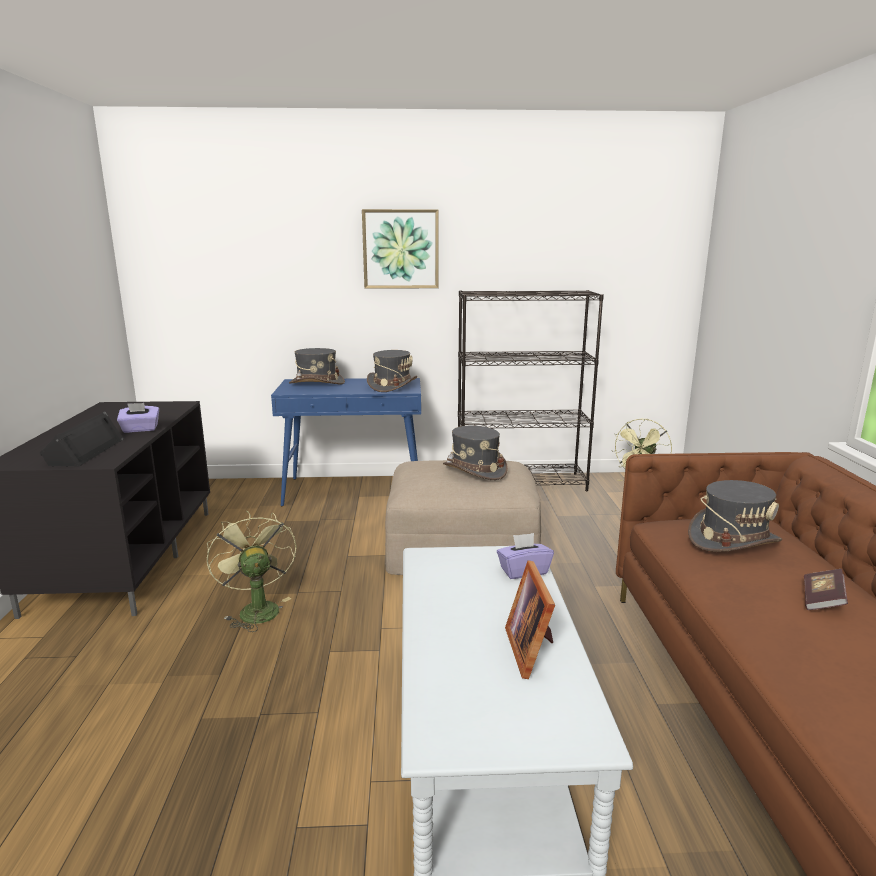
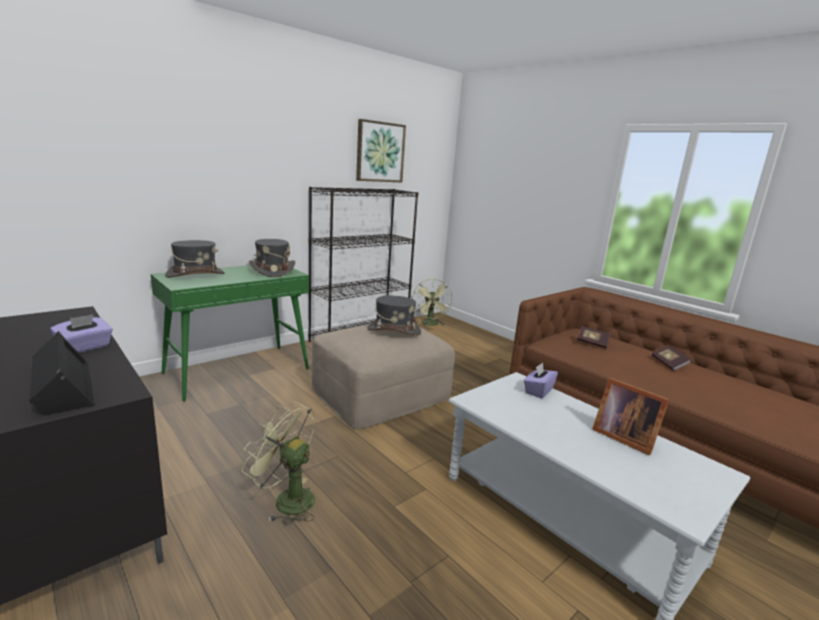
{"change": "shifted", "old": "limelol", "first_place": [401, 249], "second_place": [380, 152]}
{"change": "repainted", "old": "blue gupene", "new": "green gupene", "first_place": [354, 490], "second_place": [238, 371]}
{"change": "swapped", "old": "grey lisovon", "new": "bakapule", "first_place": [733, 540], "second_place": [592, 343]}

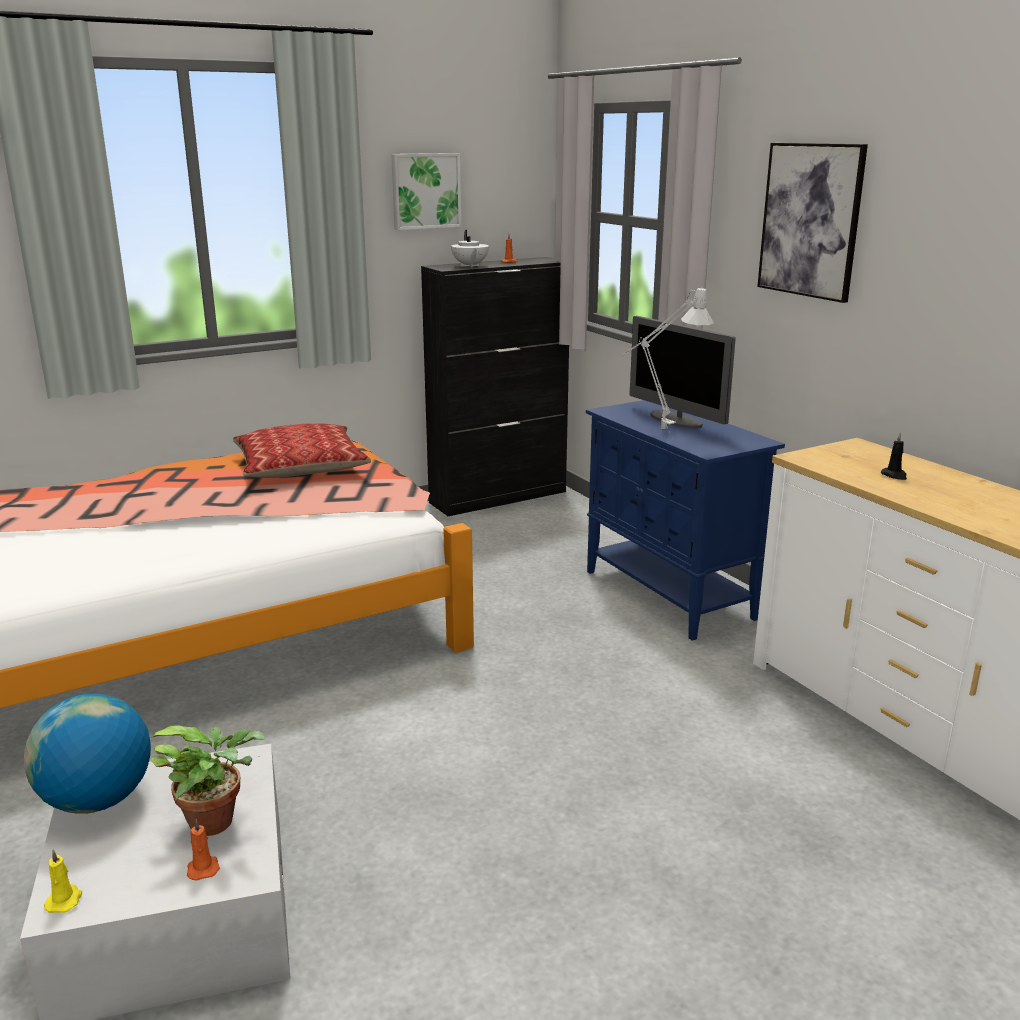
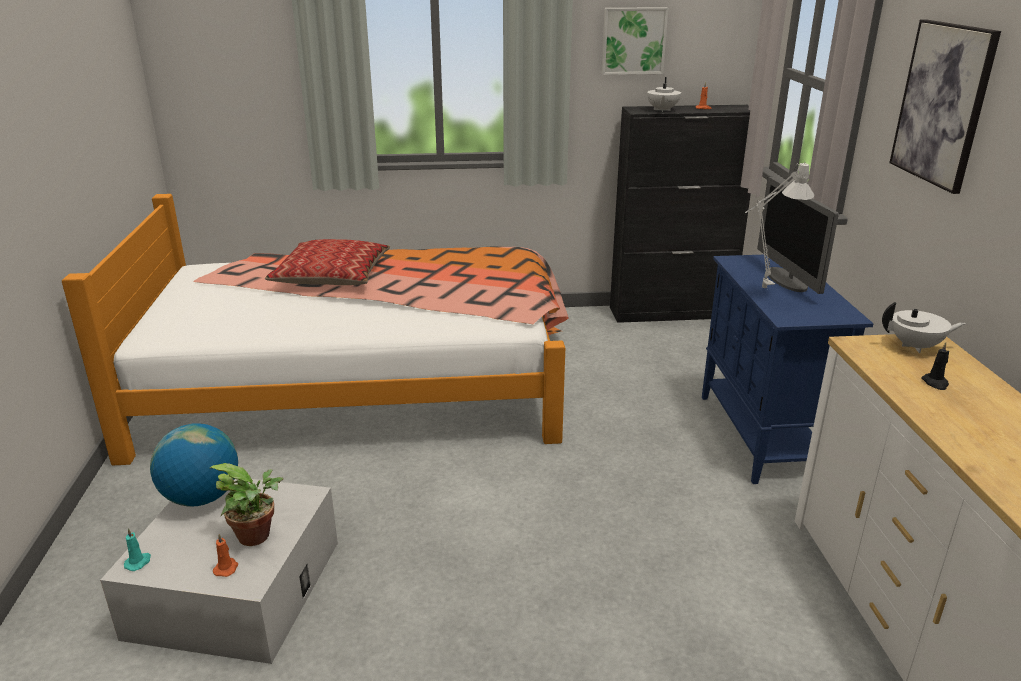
{"change": "shifted", "old": "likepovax", "first_place": [300, 467], "second_place": [332, 276]}
{"change": "repainted", "old": "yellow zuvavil", "new": "turquoise zuvavil", "first_place": [65, 900], "second_place": [138, 562]}
{"change": "new", "new": "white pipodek", "second_place": [916, 347]}

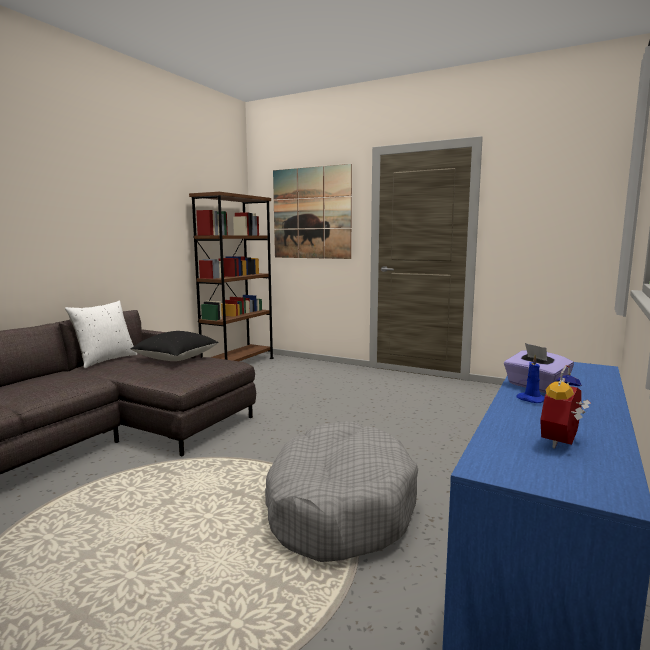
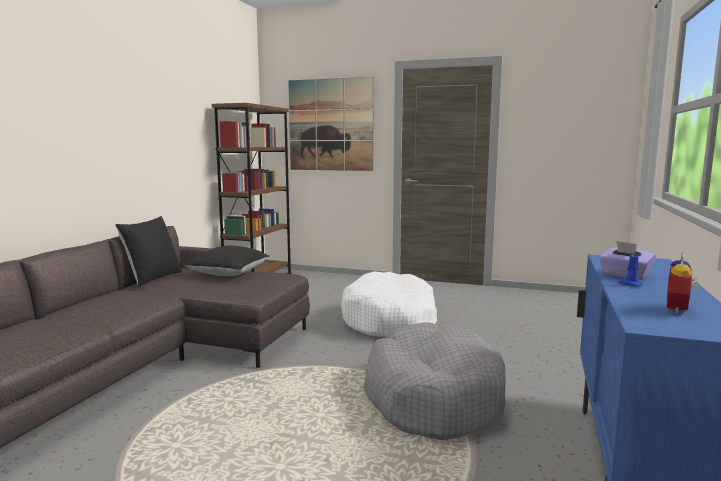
{"change": "repainted", "old": "white likepovax", "new": "black likepovax", "first_place": [105, 360], "second_place": [152, 278]}
{"change": "new", "new": "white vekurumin", "second_place": [390, 320]}

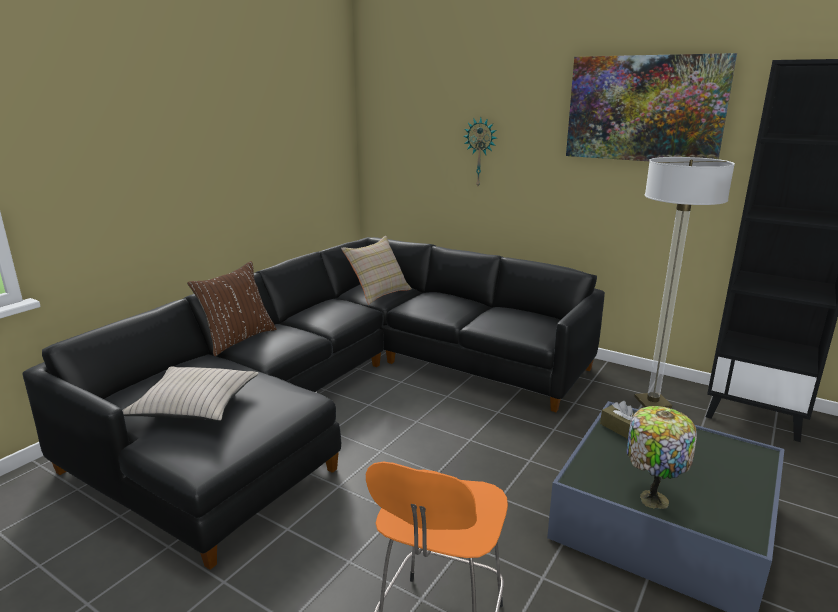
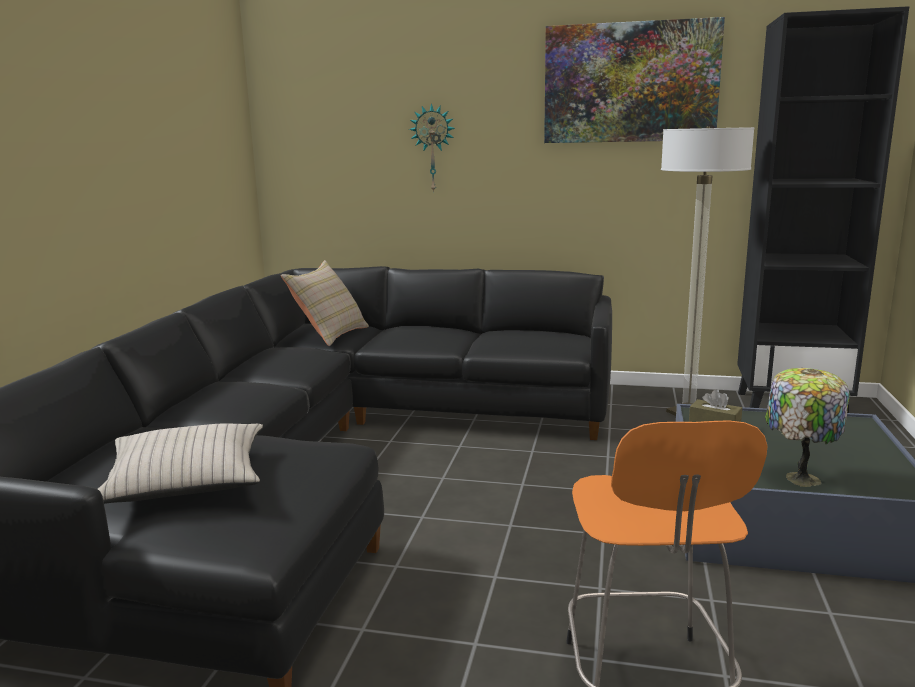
{"change": "gone", "old": "brown likepovax", "first_place": [238, 340]}

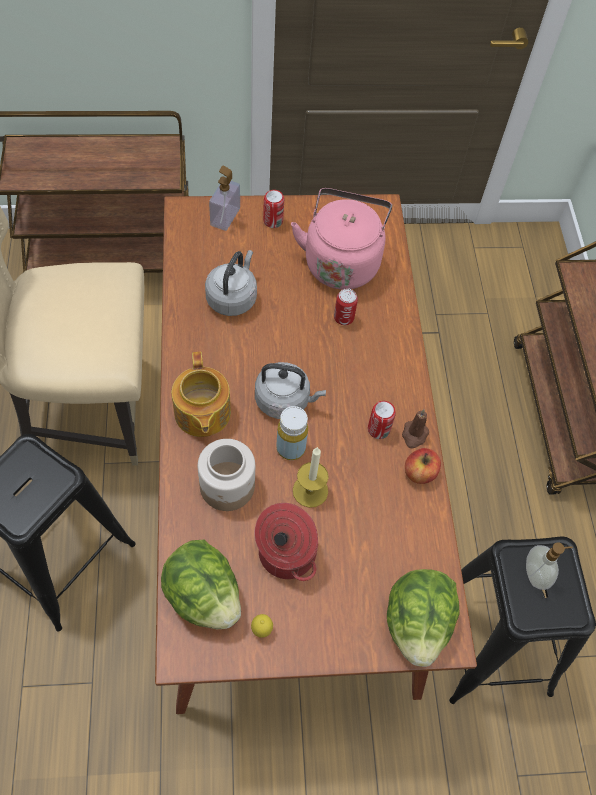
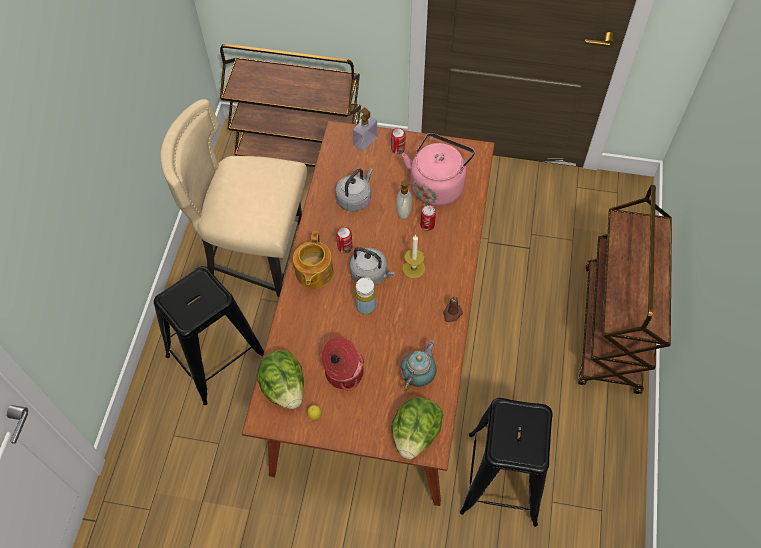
{"change": "shifted", "old": "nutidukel", "first_place": [378, 429], "second_place": [345, 247]}
{"change": "gone", "old": "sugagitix", "first_place": [227, 486]}
{"change": "shifted", "old": "zuvavil", "first_place": [310, 491], "second_place": [413, 268]}
{"change": "gone", "old": "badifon", "first_place": [420, 473]}
{"change": "shifted", "old": "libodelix", "first_place": [536, 574], "second_place": [404, 212]}
{"change": "new", "new": "pipodek", "second_place": [419, 376]}

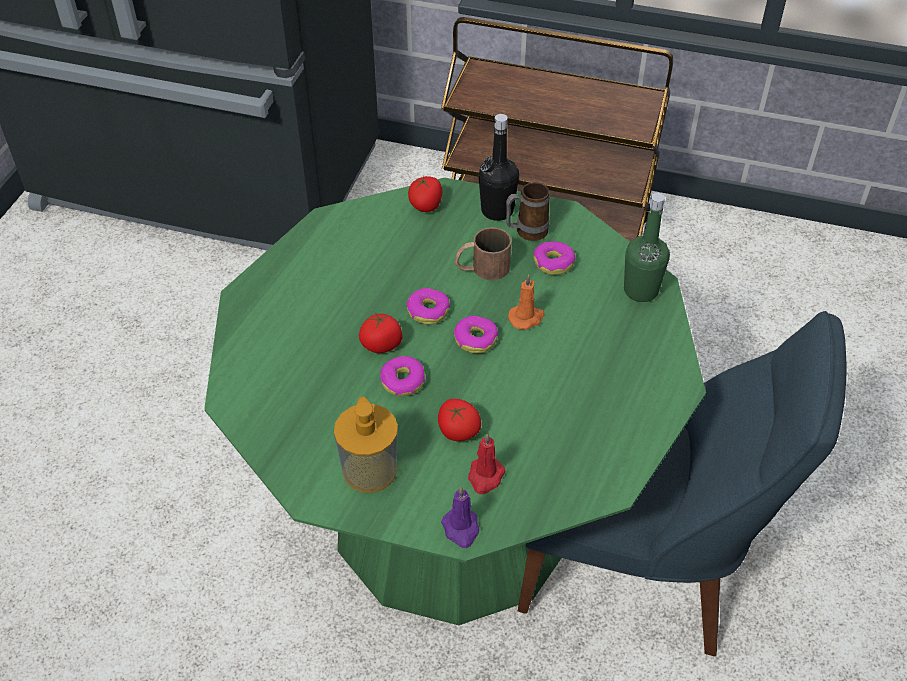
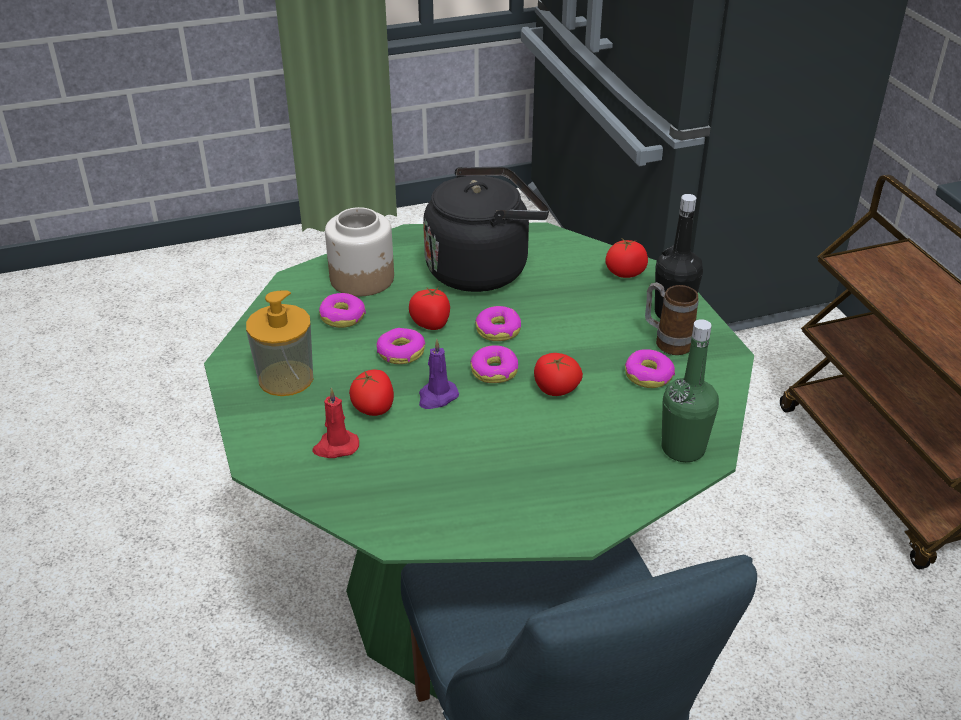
{"change": "gone", "old": "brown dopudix", "first_place": [482, 268]}
{"change": "swapped", "old": "orange zuvavil", "new": "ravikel", "first_place": [526, 318], "second_place": [555, 389]}
{"change": "shifted", "old": "purple zuvavil", "first_place": [461, 529], "second_place": [437, 397]}
{"change": "new", "new": "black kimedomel", "second_place": [482, 268]}
{"change": "new", "new": "sugagitix", "second_place": [363, 278]}
{"change": "new", "new": "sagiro", "second_place": [342, 317]}

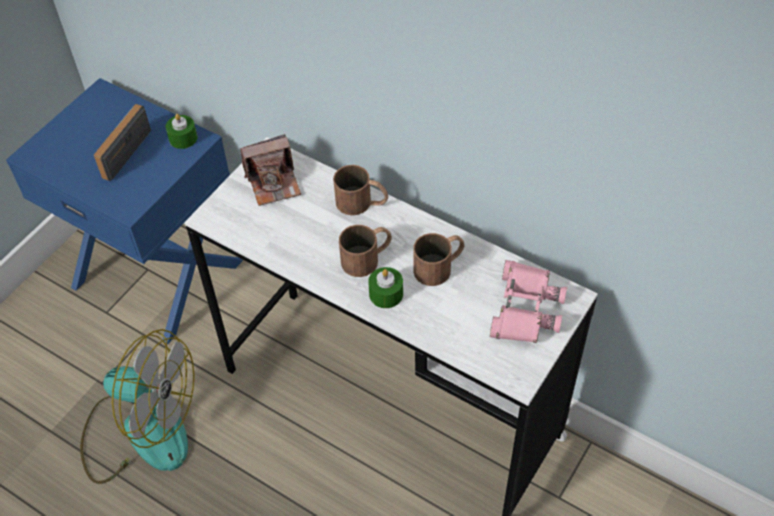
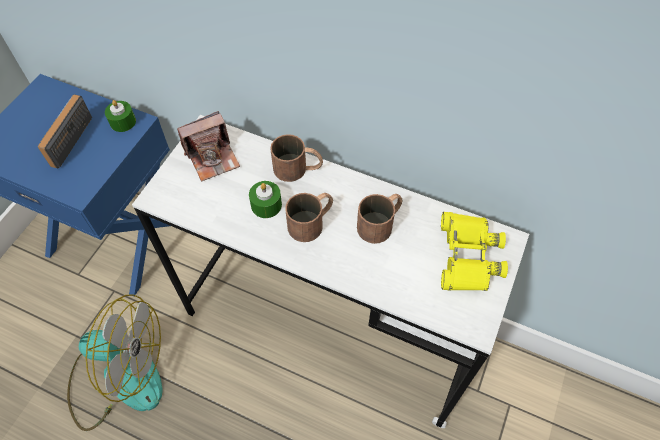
{"change": "repainted", "old": "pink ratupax", "new": "yellow ratupax", "first_place": [525, 308], "second_place": [467, 256]}
{"change": "shifted", "old": "green zuvavil", "first_place": [386, 294], "second_place": [266, 205]}

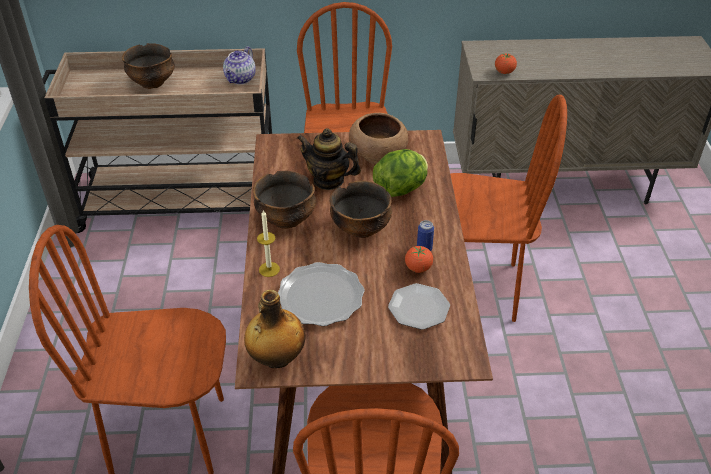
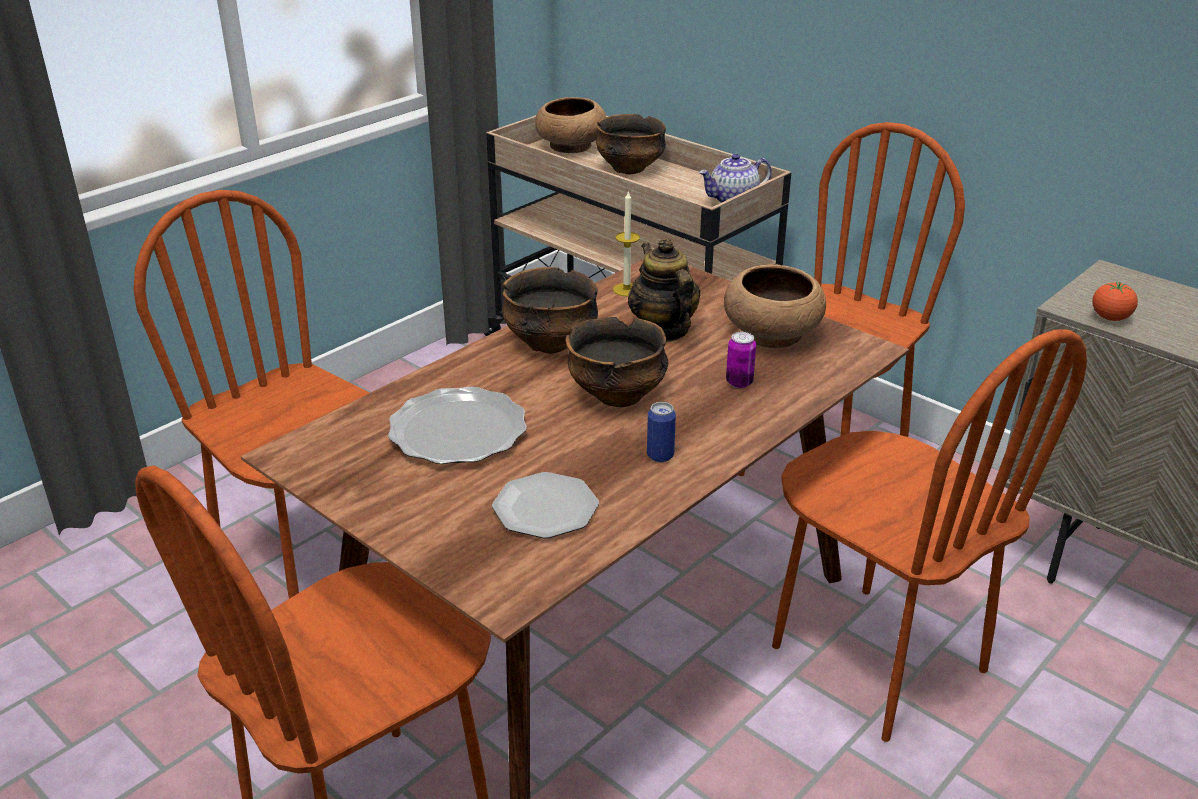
{"change": "swapped", "old": "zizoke", "new": "nutidukel", "first_place": [401, 189], "second_place": [739, 382]}
{"change": "shifted", "old": "zuvavil", "first_place": [269, 269], "second_place": [626, 289]}
{"change": "gone", "old": "ravikel", "first_place": [418, 268]}
{"change": "gone", "old": "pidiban", "first_place": [276, 359]}
{"change": "new", "new": "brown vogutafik", "second_place": [571, 147]}

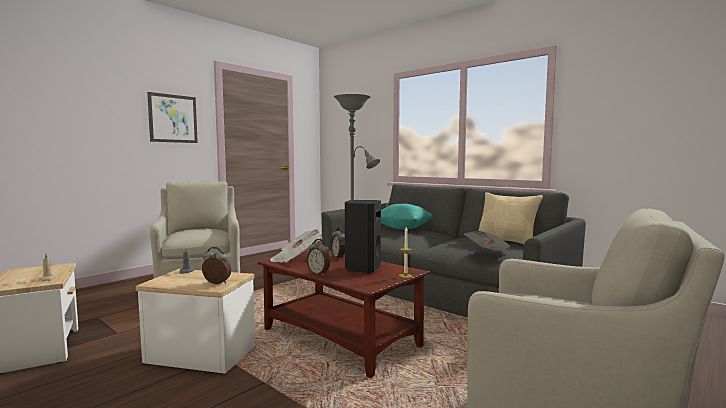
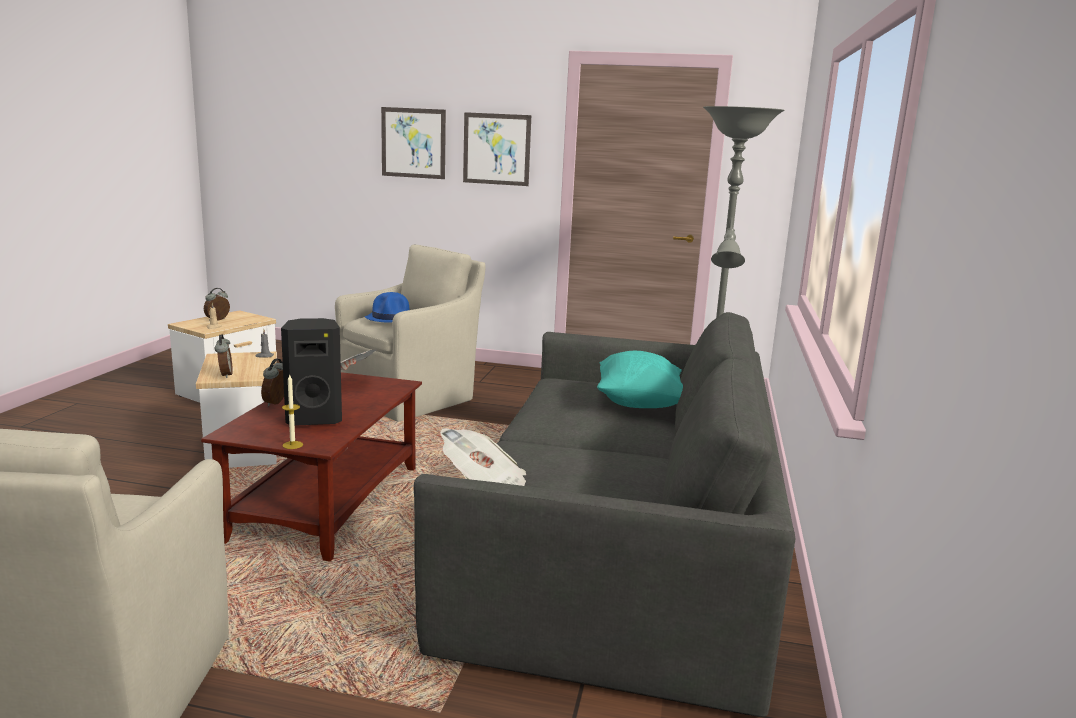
{"change": "gone", "old": "beige likepovax", "first_place": [507, 241]}
{"change": "shifted", "old": "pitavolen", "first_place": [339, 257], "second_place": [218, 320]}
{"change": "new", "new": "limelol", "second_place": [413, 143]}
{"change": "new", "new": "blue lisovon", "second_place": [391, 318]}

